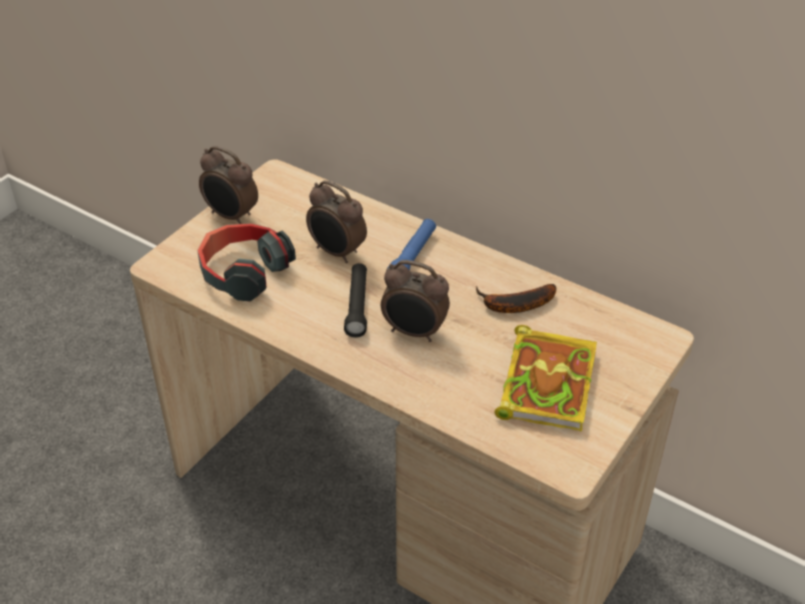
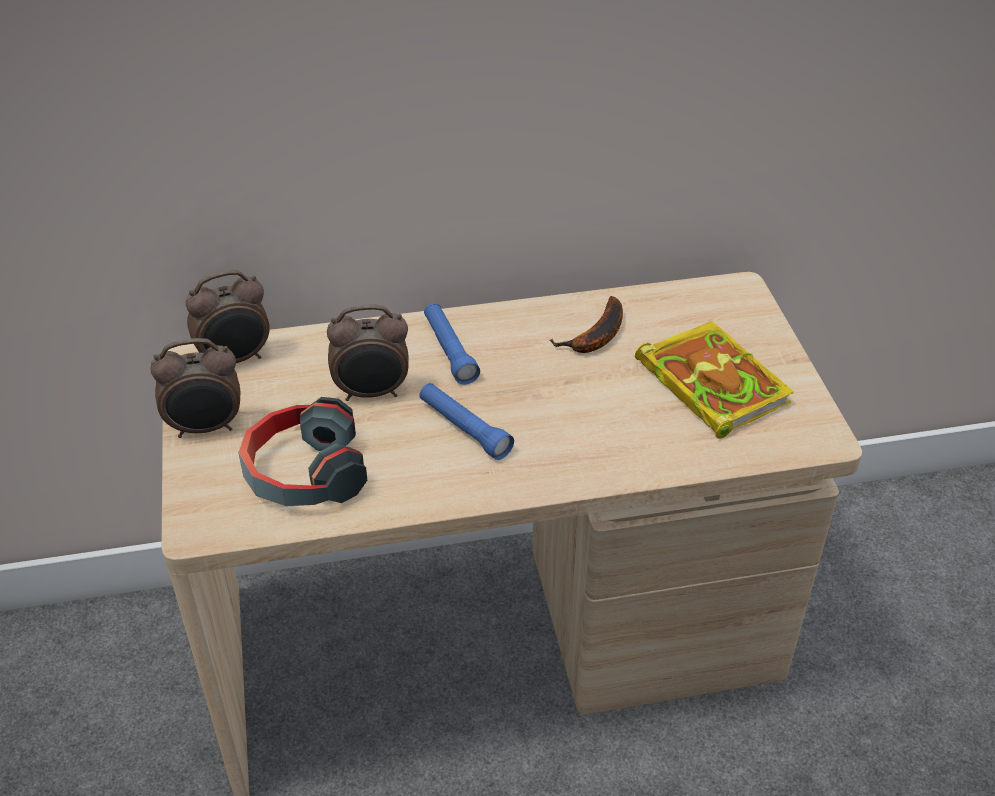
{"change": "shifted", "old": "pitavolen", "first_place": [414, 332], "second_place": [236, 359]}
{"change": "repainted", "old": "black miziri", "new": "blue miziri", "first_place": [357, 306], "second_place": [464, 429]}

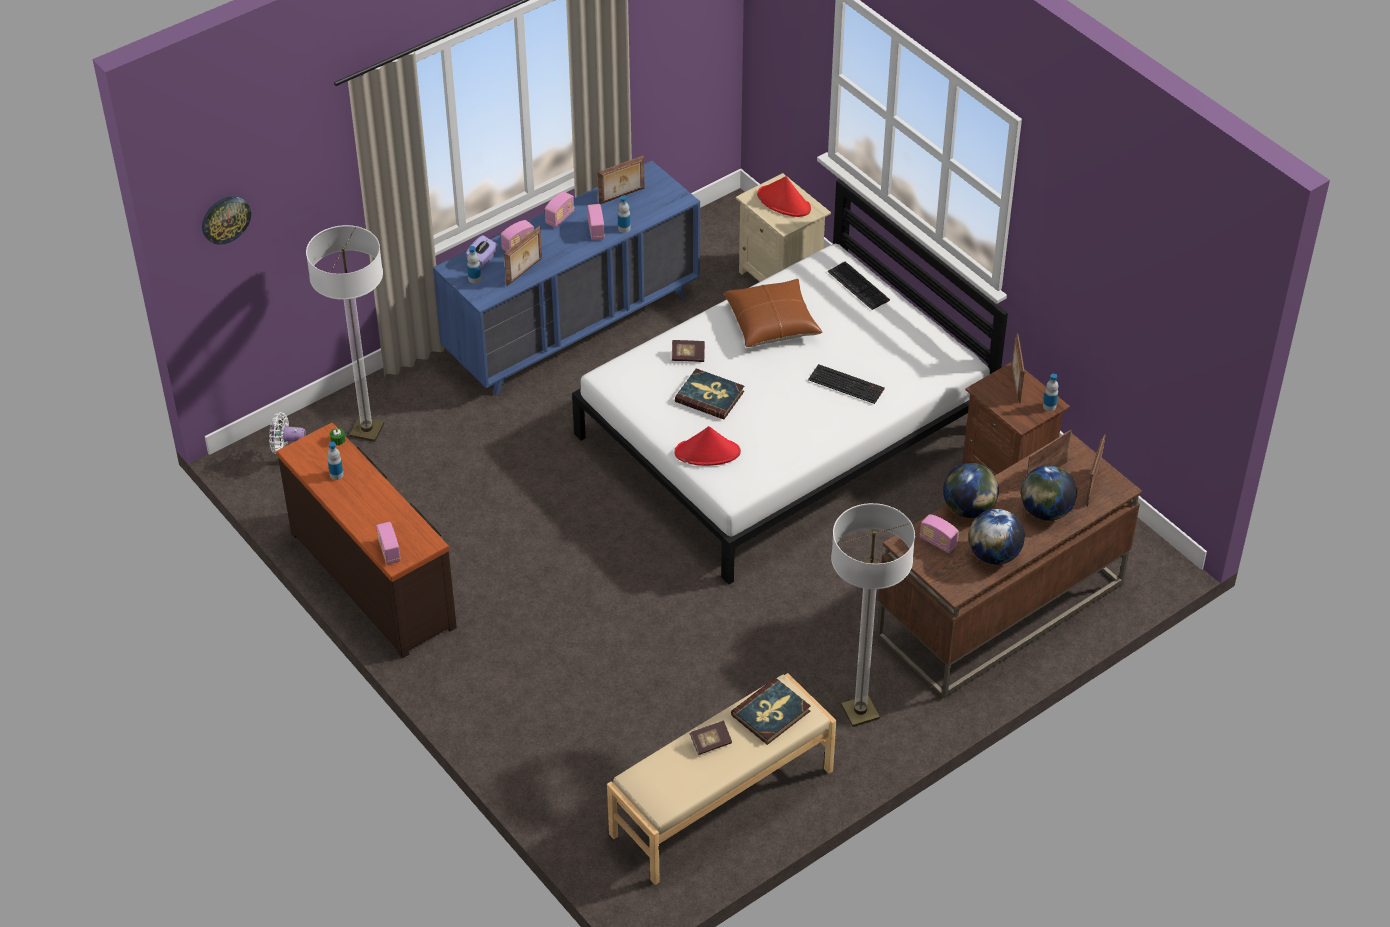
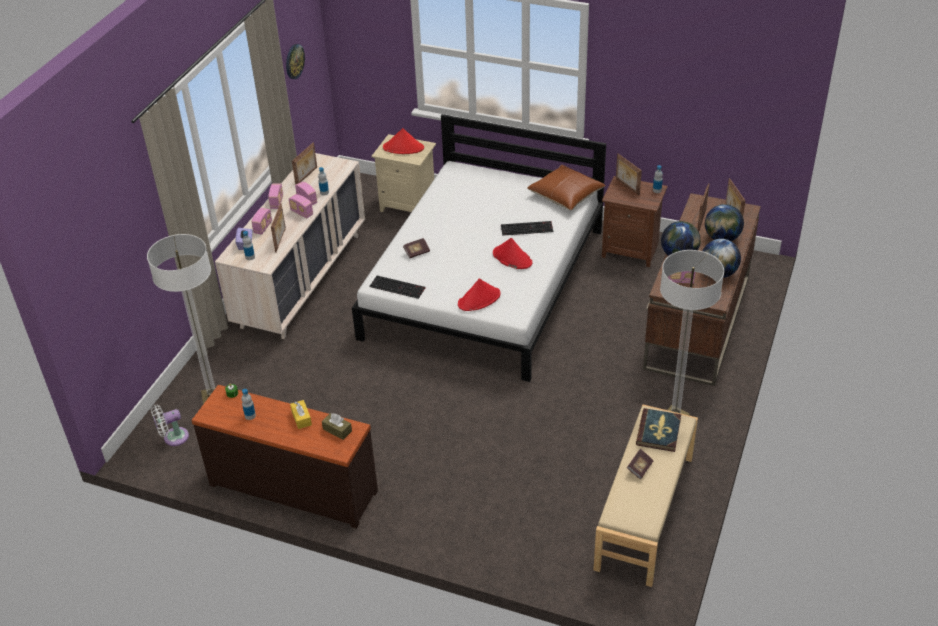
{"change": "repainted", "old": "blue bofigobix", "new": "beige bofigobix", "first_place": [573, 326], "second_place": [302, 280]}
{"change": "shifted", "old": "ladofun", "first_place": [225, 219], "second_place": [294, 61]}
{"change": "shifted", "old": "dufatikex", "first_place": [860, 286], "second_place": [398, 287]}
{"change": "shifted", "old": "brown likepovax", "first_place": [772, 323], "second_place": [566, 195]}
{"change": "gone", "old": "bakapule", "first_place": [710, 396]}
{"change": "shifted", "old": "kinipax", "first_place": [389, 551], "second_place": [301, 213]}
{"change": "new", "new": "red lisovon", "second_place": [512, 258]}
{"change": "new", "new": "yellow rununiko", "second_place": [301, 418]}
{"change": "new", "new": "brown rununiko", "second_place": [337, 430]}

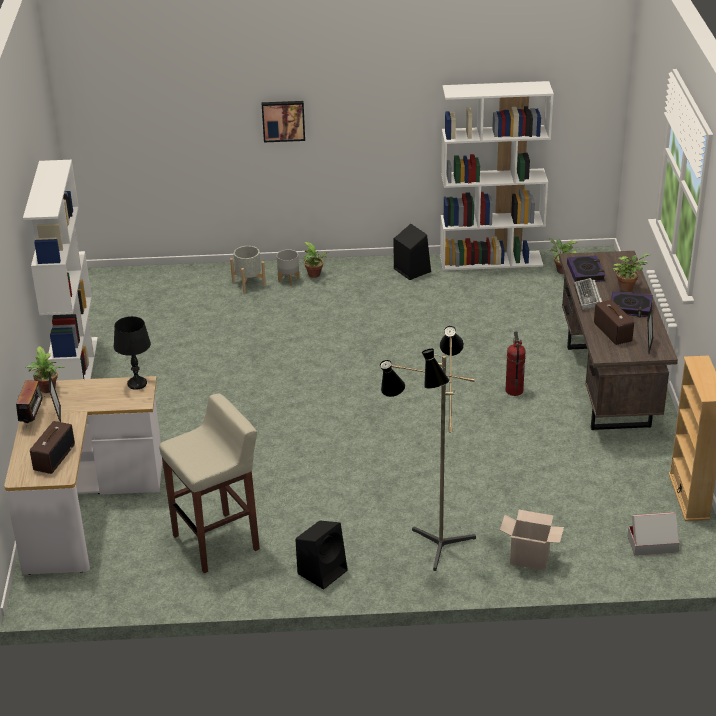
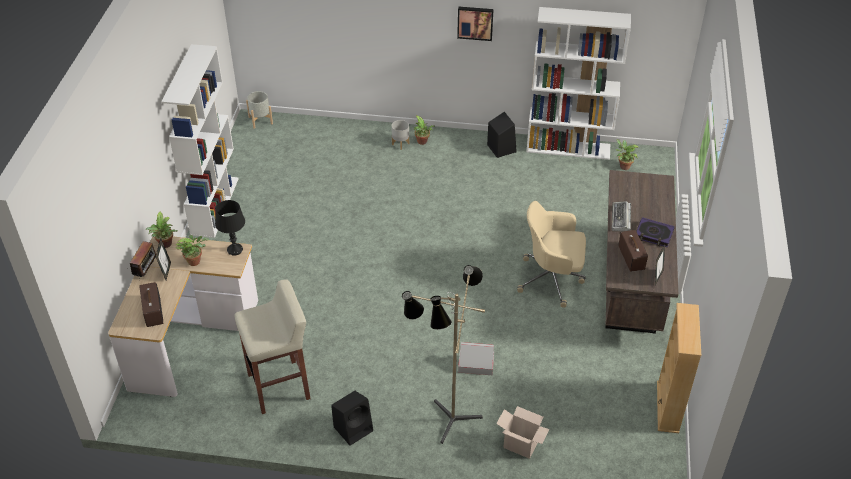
{"change": "shifted", "old": "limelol", "first_place": [283, 120], "second_place": [475, 22]}
{"change": "shifted", "old": "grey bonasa", "first_place": [248, 283], "second_place": [260, 120]}
{"change": "shifted", "old": "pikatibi", "first_place": [627, 287], "second_place": [195, 261]}
{"change": "gone", "old": "bakapule", "first_place": [585, 272]}
{"change": "swapped", "old": "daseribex", "new": "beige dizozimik", "first_place": [513, 390], "second_place": [552, 279]}
{"change": "rotated", "old": "kinipax", "first_place": [54, 457], "second_place": [152, 311], "degrees": -45}
{"change": "shifted", "old": "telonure", "first_place": [652, 543], "second_place": [475, 365]}

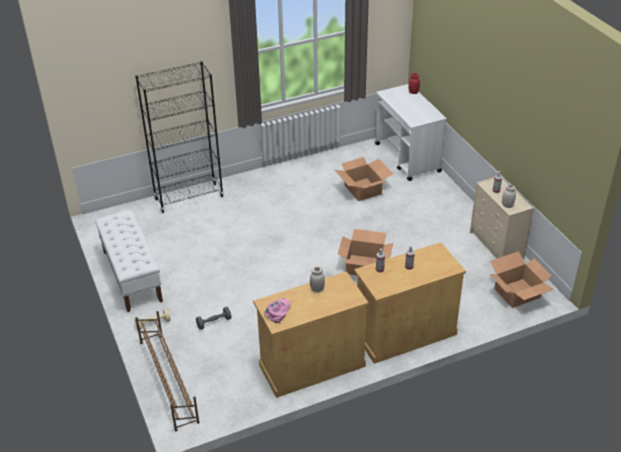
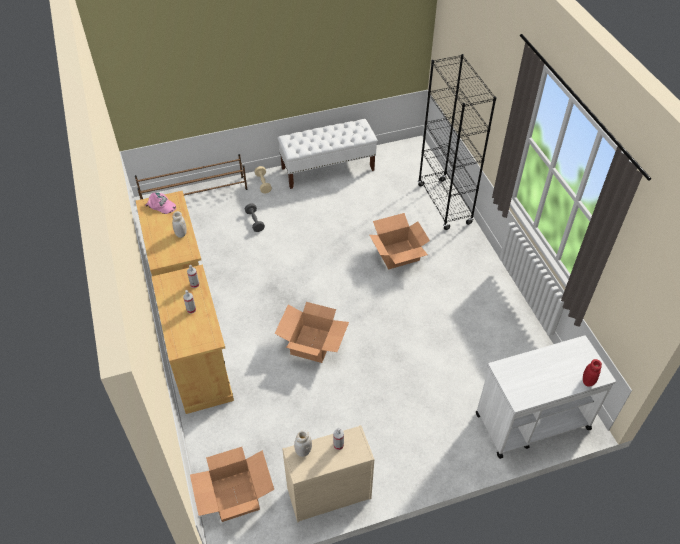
{"change": "shifted", "old": "telonure", "first_place": [363, 189], "second_place": [398, 254]}

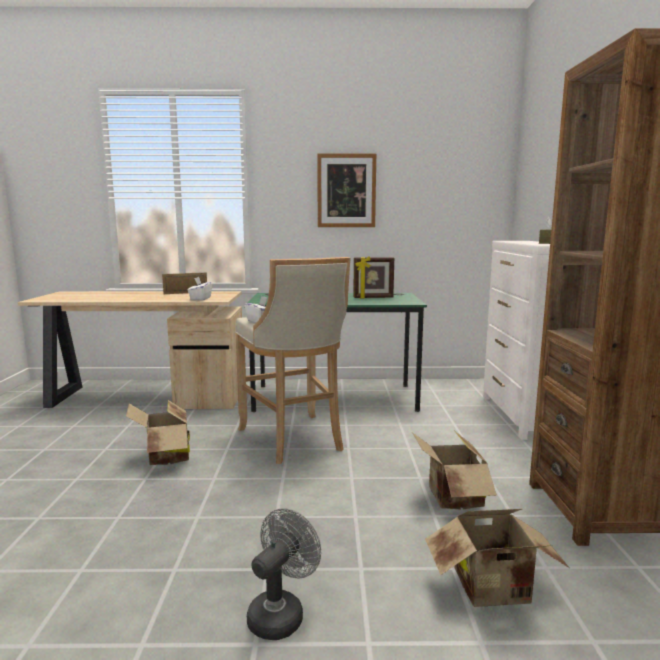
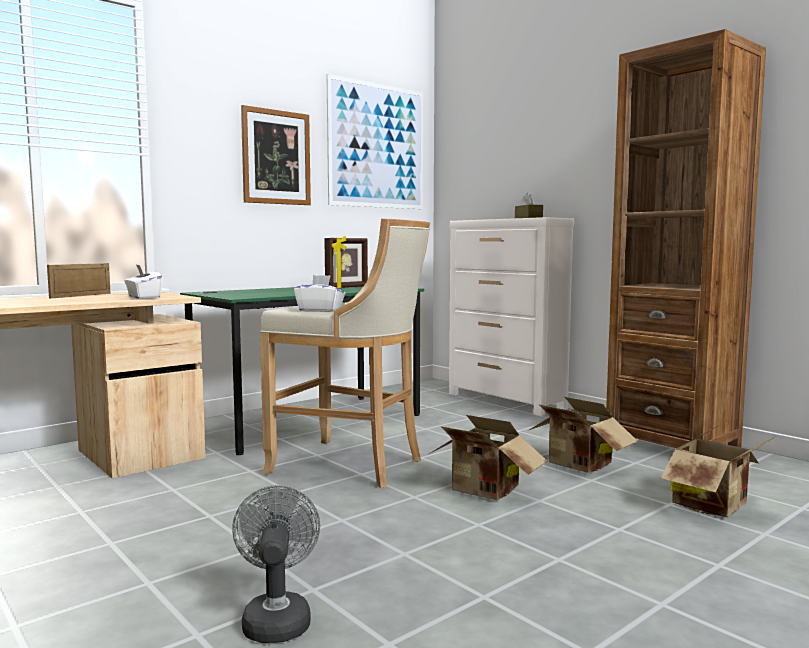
{"change": "shifted", "old": "telonure", "first_place": [165, 457], "second_place": [484, 492]}
{"change": "shifted", "old": "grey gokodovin", "first_place": [281, 613], "second_place": [276, 618]}
{"change": "new", "new": "limelol", "second_place": [377, 146]}

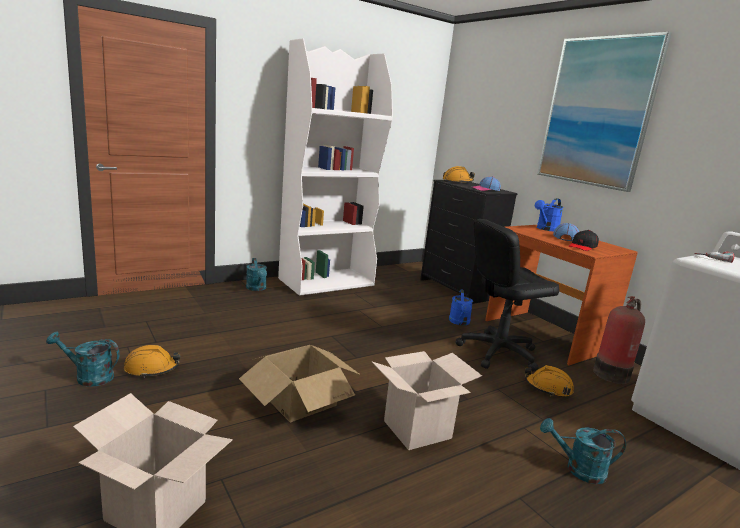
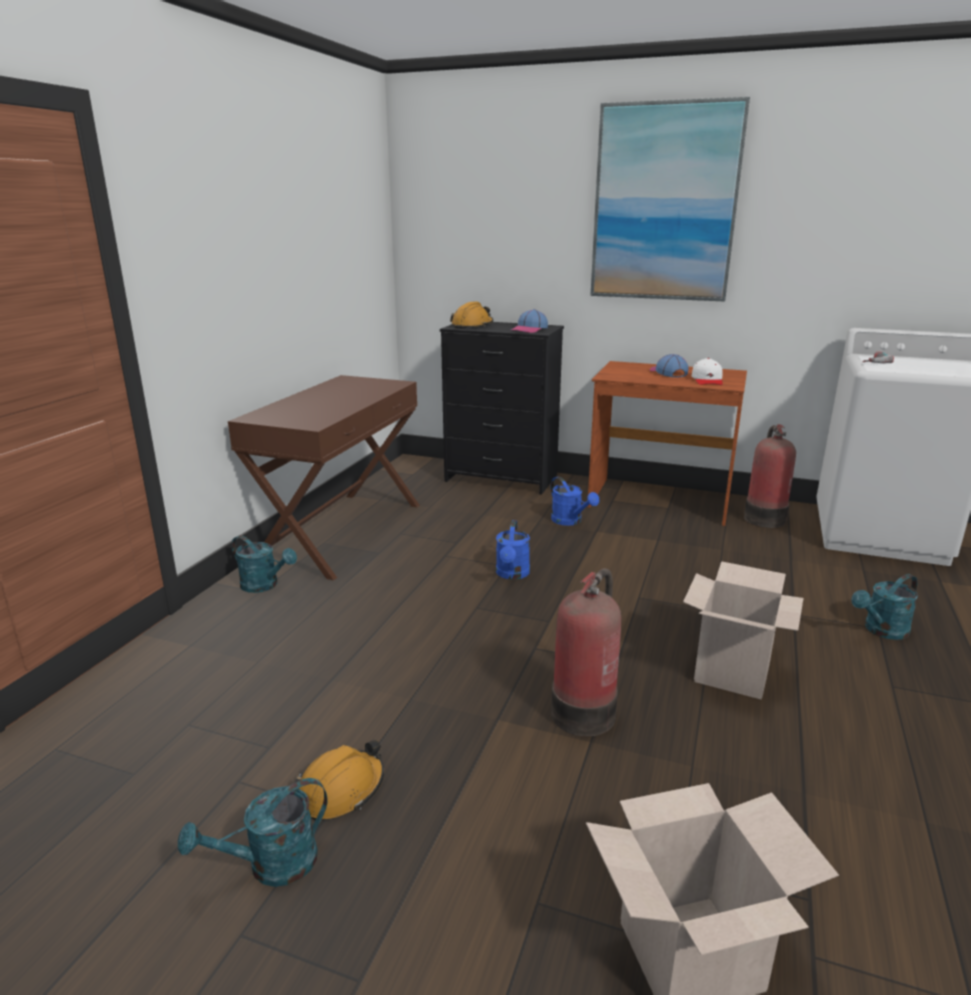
{"change": "swapped", "old": "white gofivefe", "new": "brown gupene", "first_place": [327, 282], "second_place": [341, 532]}
{"change": "shifted", "old": "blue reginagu", "first_place": [545, 229], "second_place": [512, 574]}
{"change": "gone", "old": "black dizozimik", "first_place": [498, 352]}
{"change": "repainted", "old": "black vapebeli", "new": "white vapebeli", "first_place": [582, 247], "second_place": [707, 380]}
{"change": "swapped", "old": "telonure", "new": "daseribex", "first_place": [300, 400], "second_place": [585, 711]}
{"change": "gone", "old": "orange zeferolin", "first_place": [548, 388]}

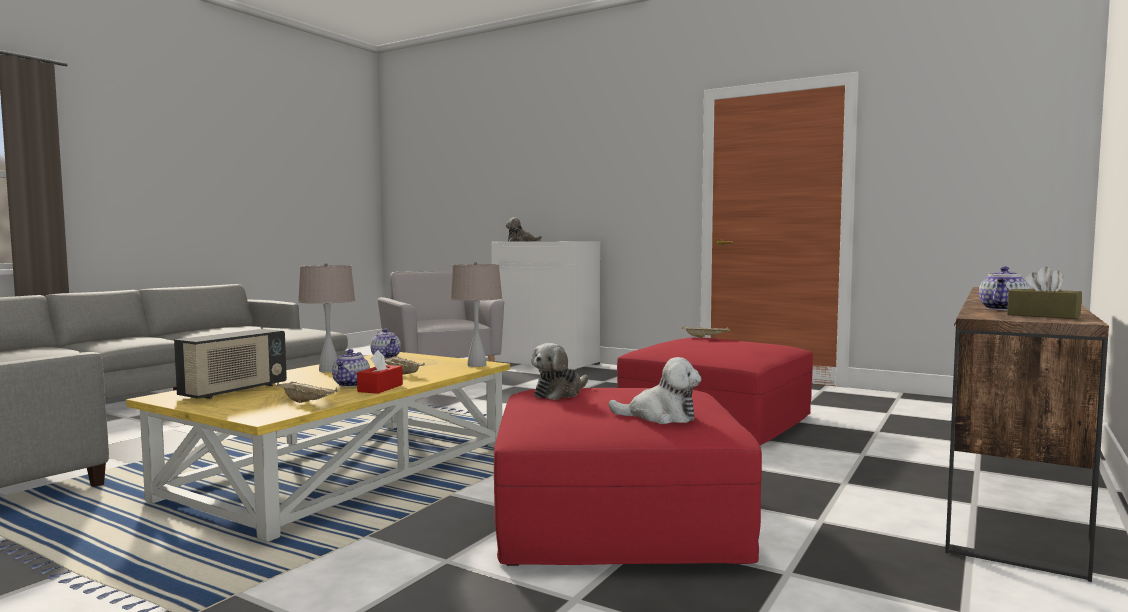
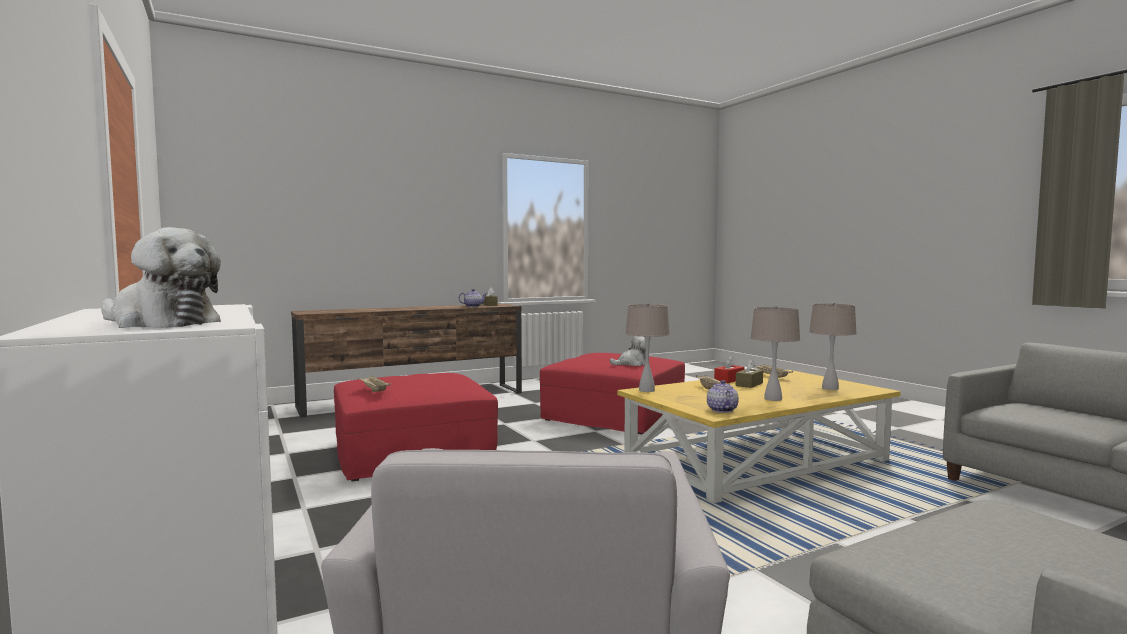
{"change": "swapped", "old": "kinipax", "new": "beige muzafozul", "first_place": [234, 391], "second_place": [830, 388]}
{"change": "swapped", "old": "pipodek", "new": "brown rununiko", "first_place": [351, 384], "second_place": [749, 384]}
{"change": "gone", "old": "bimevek", "first_place": [660, 417]}

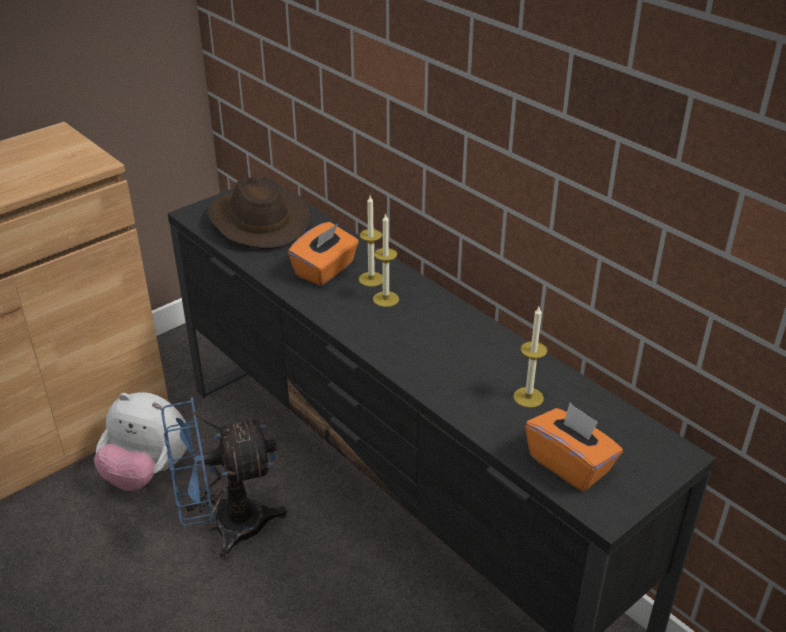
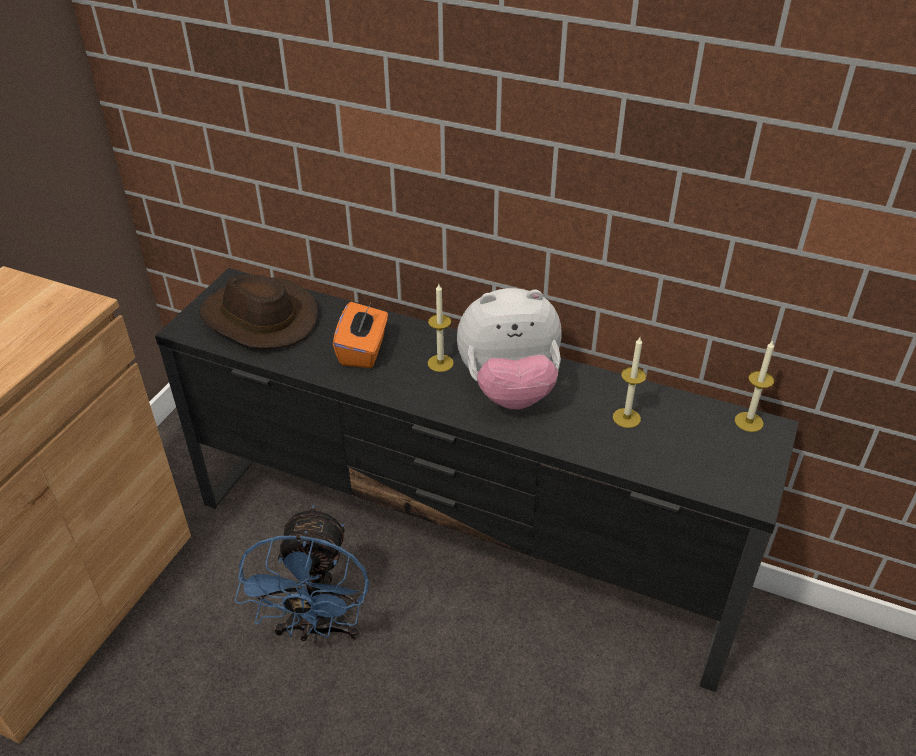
{"change": "shifted", "old": "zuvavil", "first_place": [371, 279], "second_place": [748, 422]}
{"change": "shifted", "old": "bimevek", "first_place": [147, 472], "second_place": [509, 389]}
{"change": "rotated", "old": "blue gokodovin", "first_place": [225, 527], "second_place": [318, 628], "degrees": -45}
{"change": "gone", "old": "orange rununiko", "first_place": [570, 464]}

